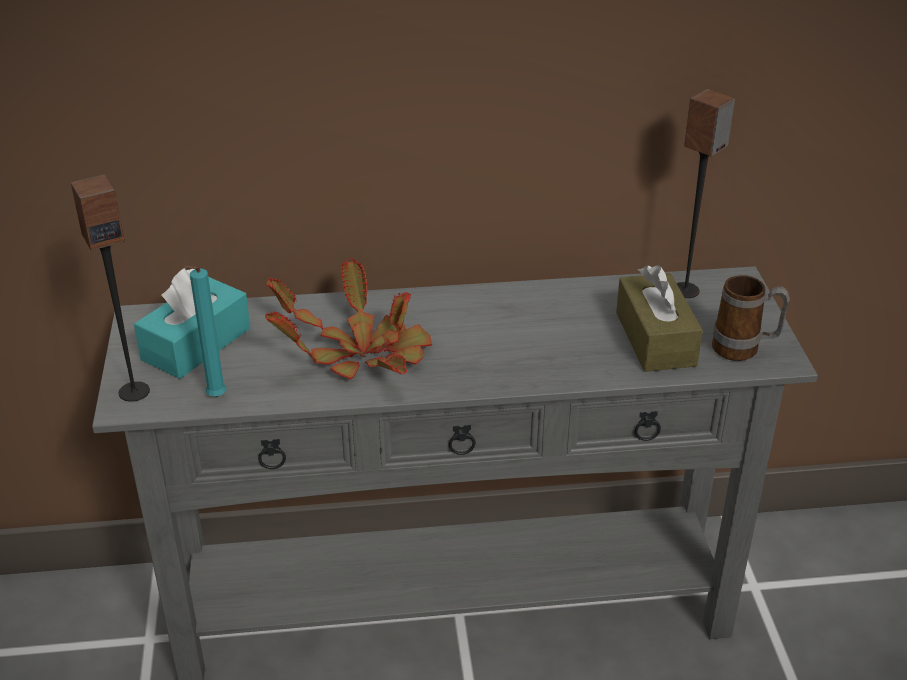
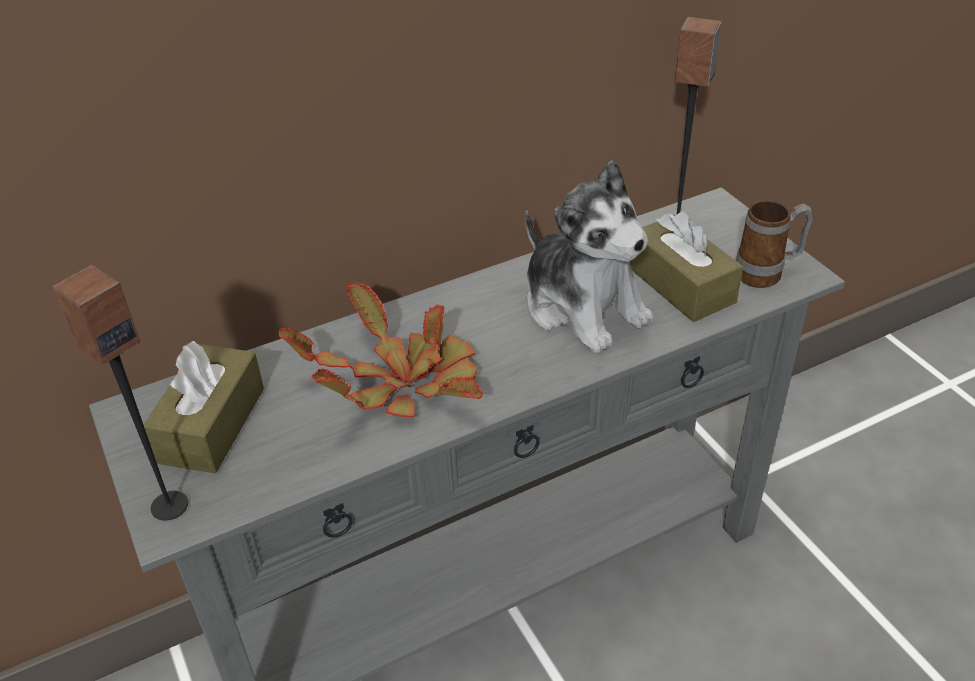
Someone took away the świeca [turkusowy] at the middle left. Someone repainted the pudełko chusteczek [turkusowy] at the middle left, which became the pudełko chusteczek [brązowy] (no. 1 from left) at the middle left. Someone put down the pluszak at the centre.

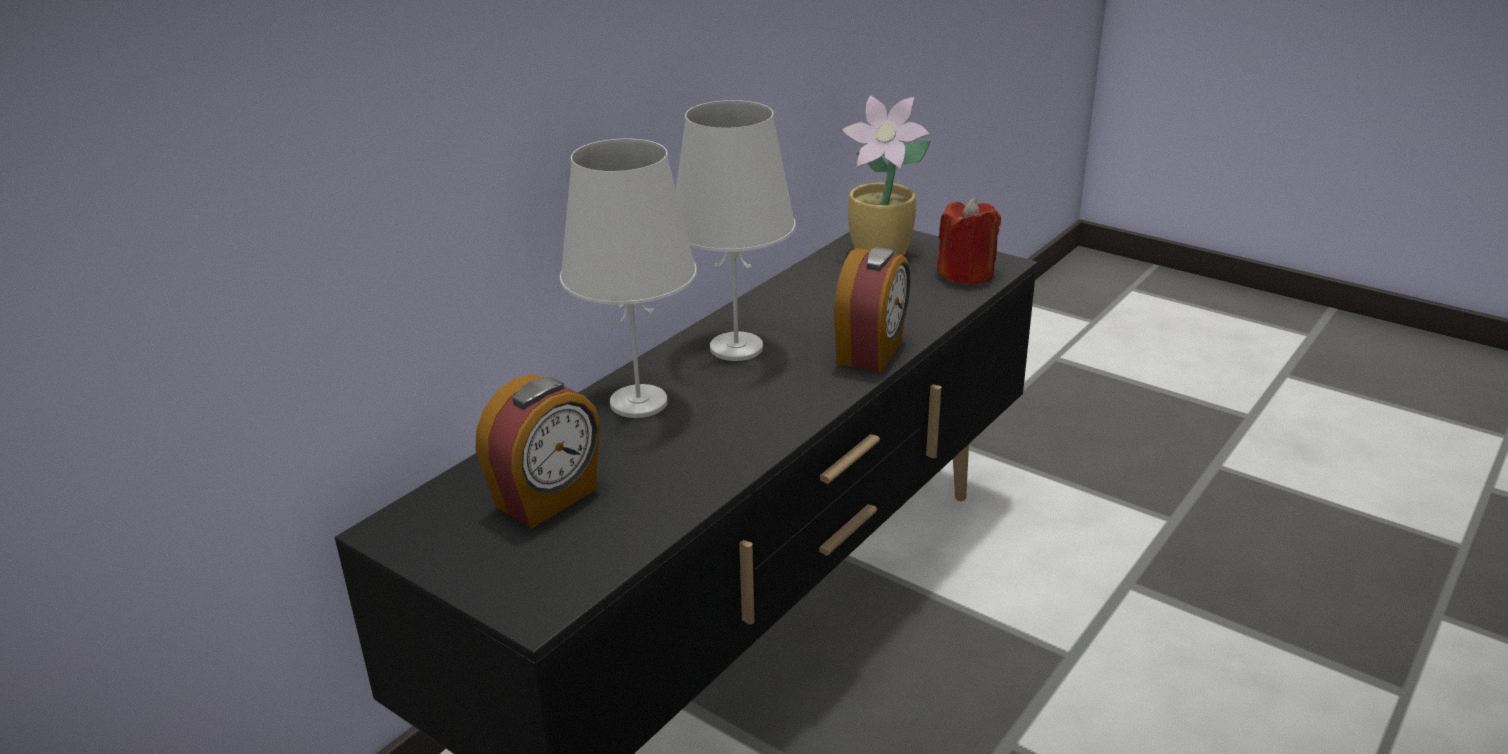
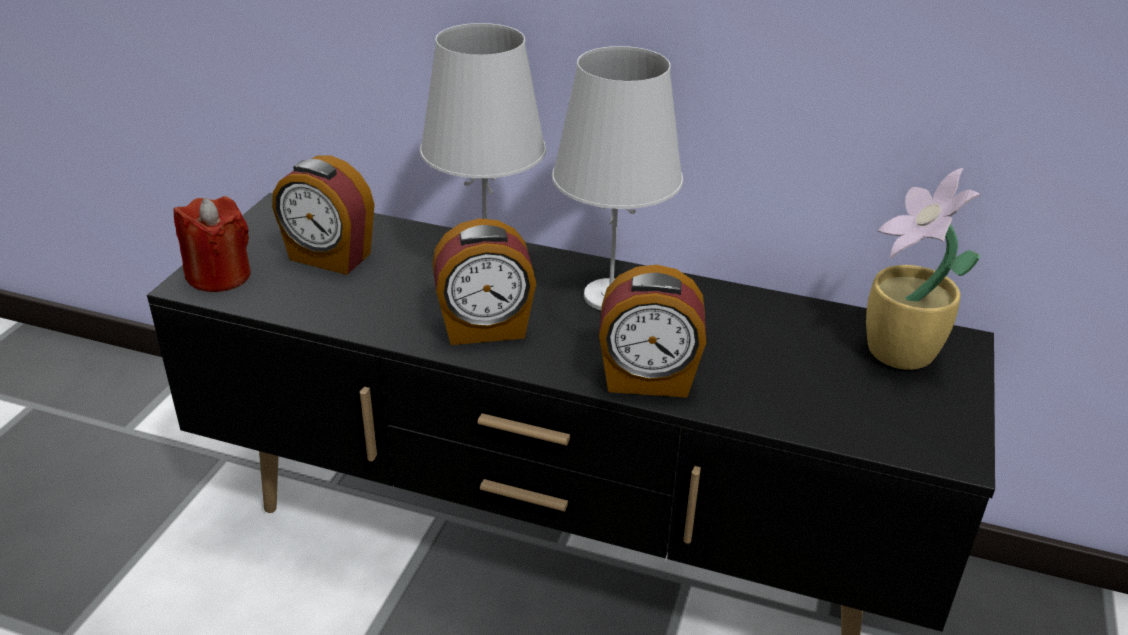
Someone carried the świeca [czerwony] from the top centre to the middle left. Someone put down the budzik (no. 2 from left) at the centre.

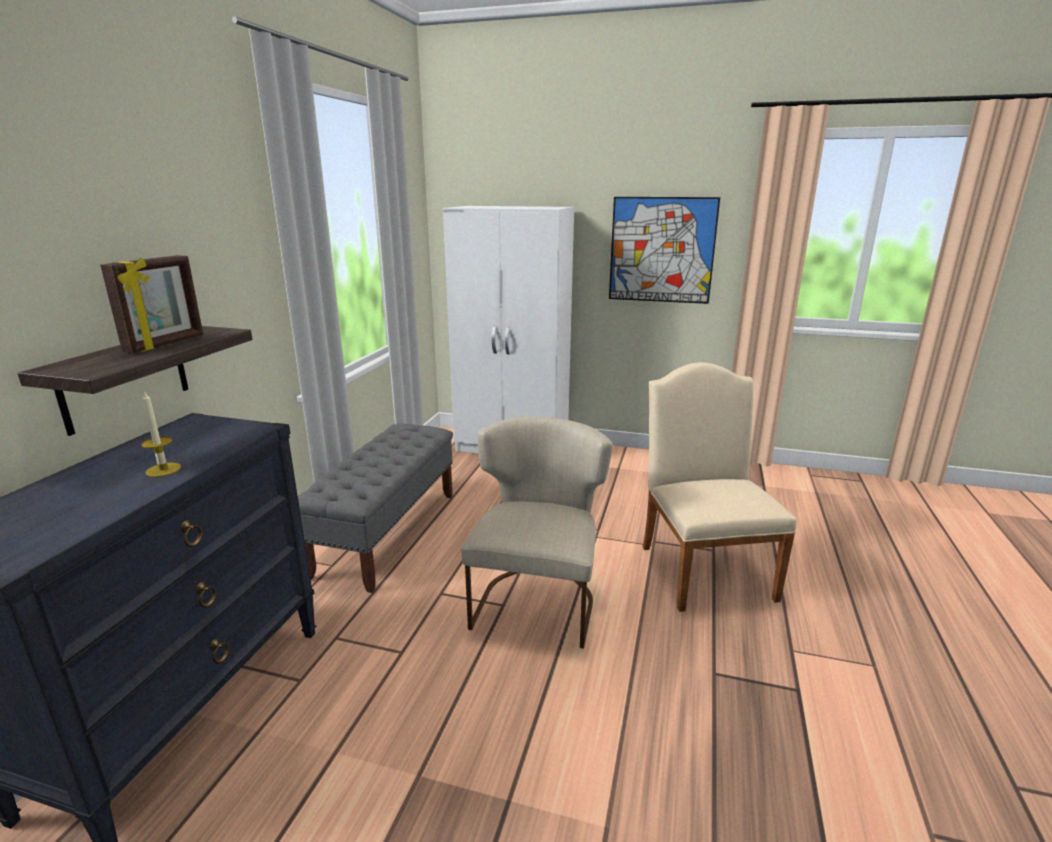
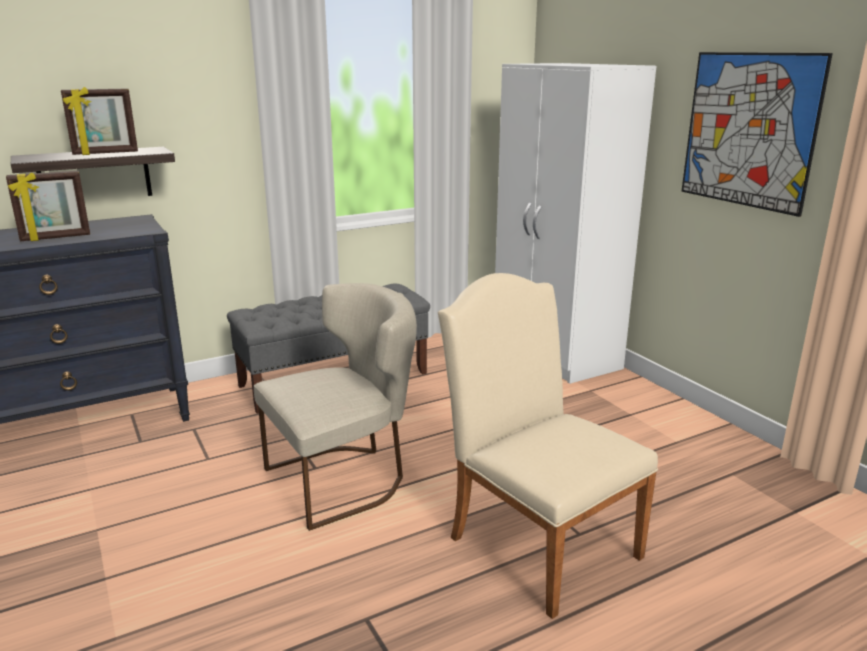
Someone rotated the krzesło [beżowy] (no. 2 from left) at the middle right by 75 degrees counterclockwise. Someone swapped the świeca at the middle left for the ramka na zdjęcie (no. 1 from left) at the top left.

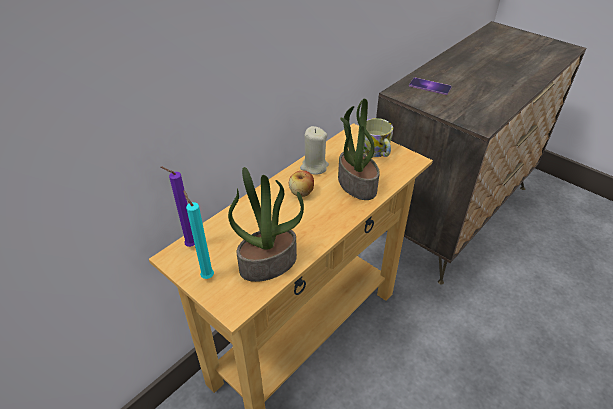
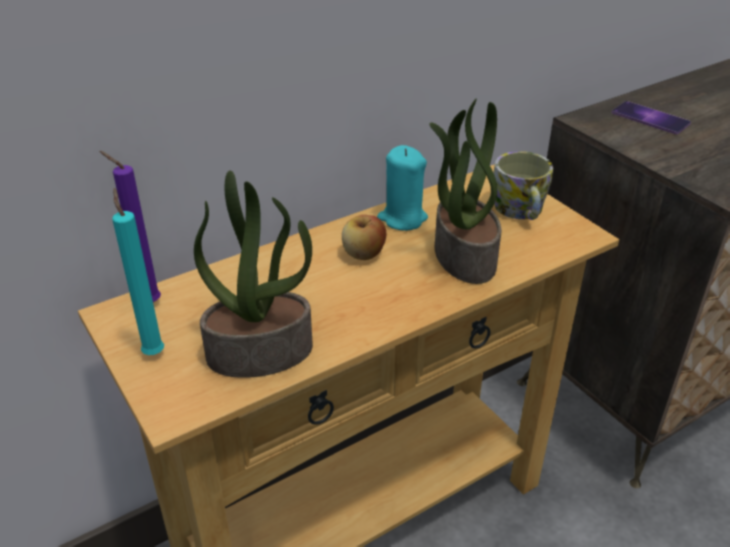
Someone repainted the świeca [beżowy] at the centre, which became the świeca [turkusowy] (no. 2 from left) at the centre.

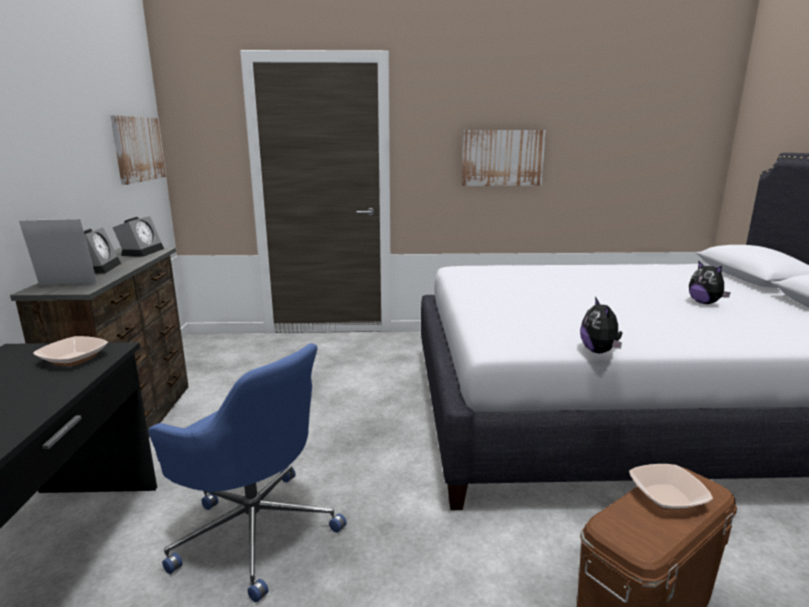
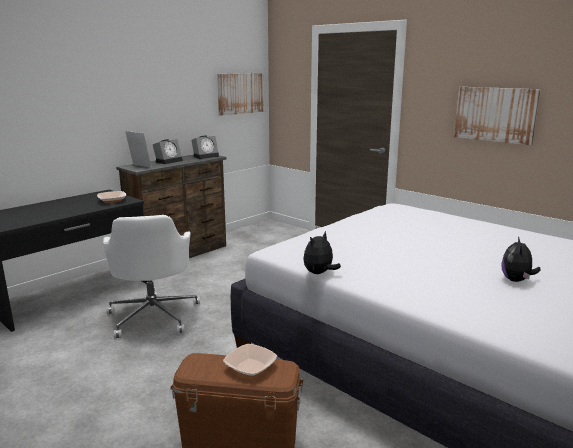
Someone repainted the krzesło biurowe [niebieski] at the bottom left, which became the krzesło biurowe [biały] at the middle left.

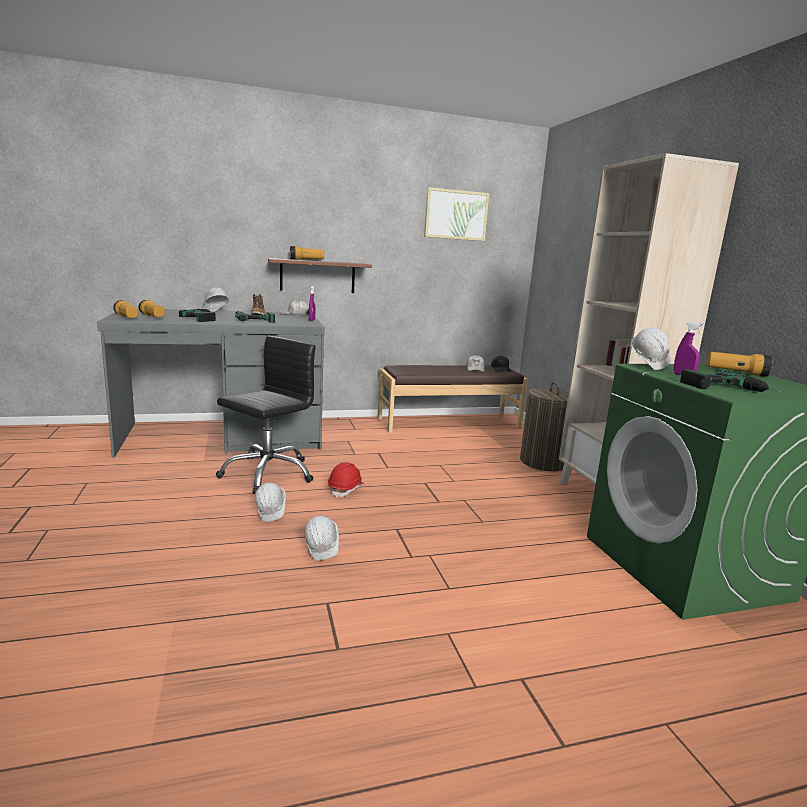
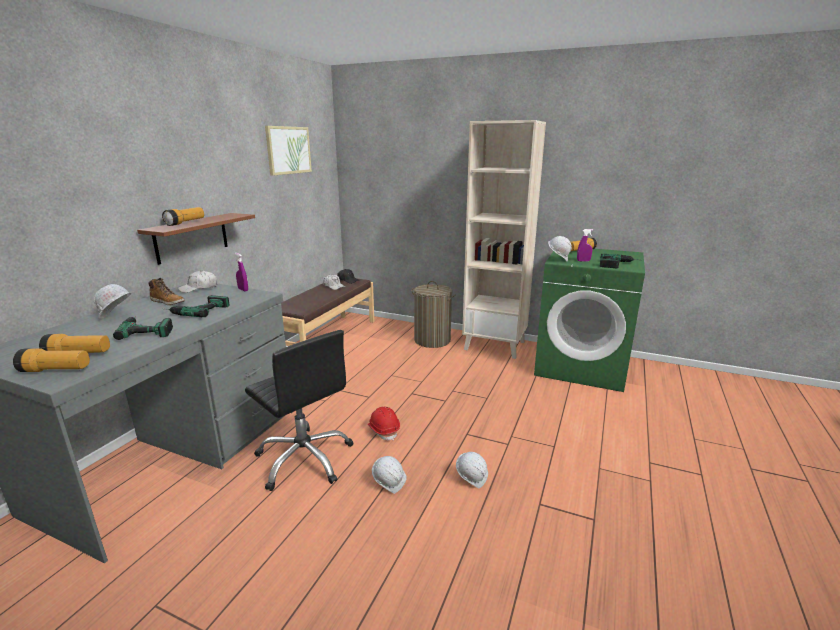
Someone rotated the krzesło biurowe [czarny] at the middle left by 150 degrees clockwise.

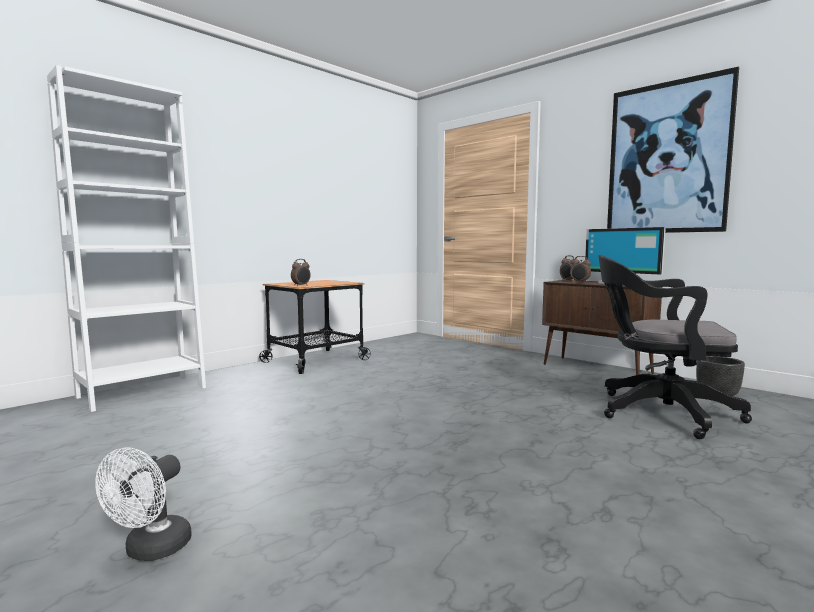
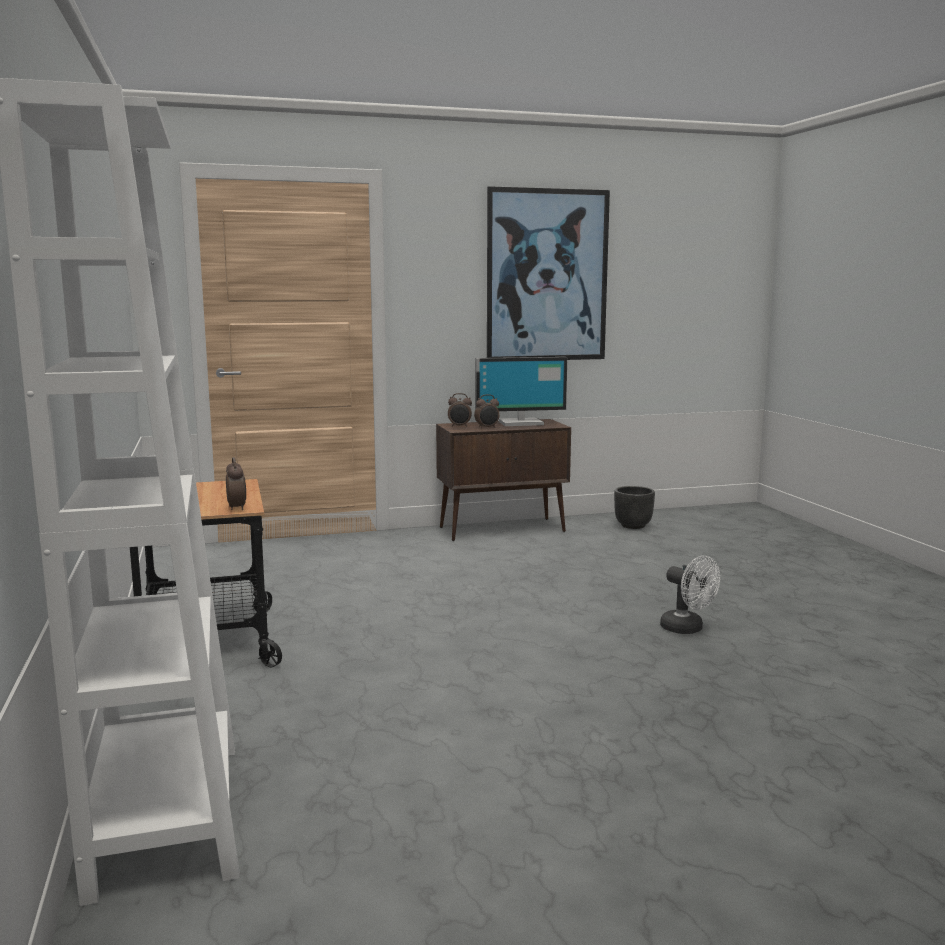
Someone took away the krzesło biurowe [czarny] at the middle right. Someone carried the wentylator [biały] from the bottom left to the middle right.

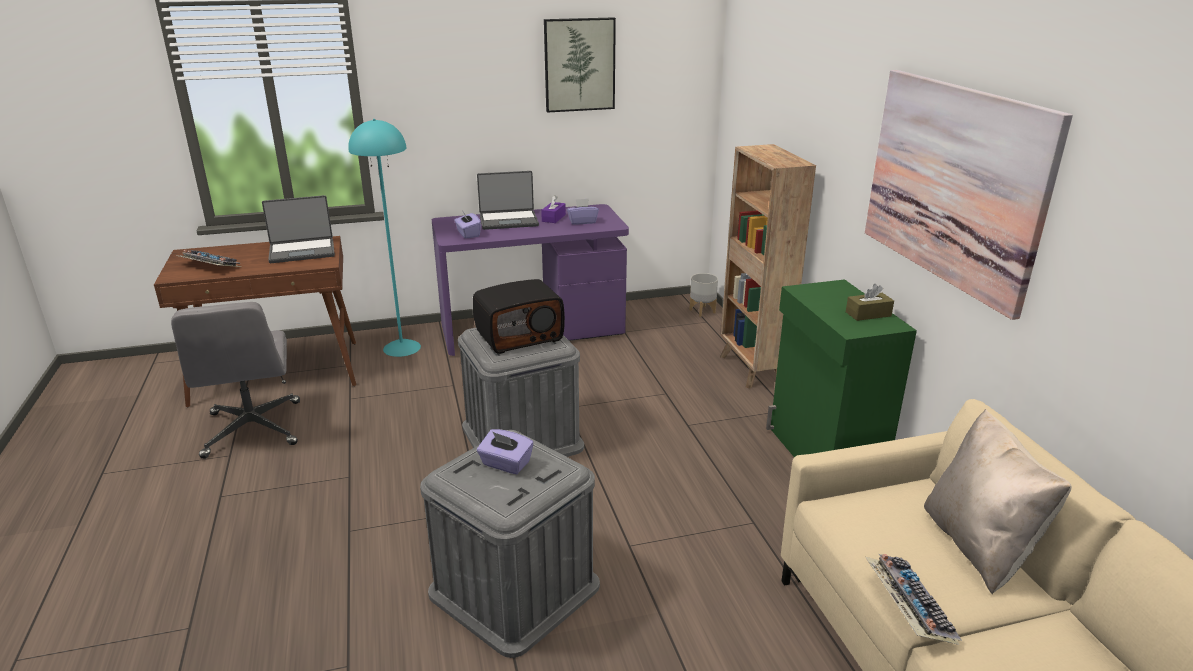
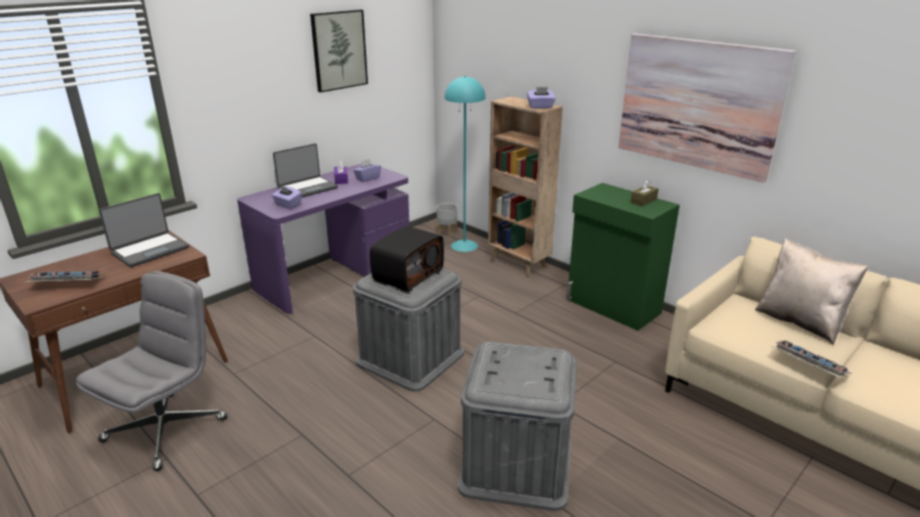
Someone carried the lampa stojąca [turkusowy] from the middle left to the top centre. Someone rotated the krzesło biurowe [szary] at the middle left by 105 degrees counterclockwise. Someone carried the pudełko chusteczek [fioletowy] (no. 2 from left in the first image) from the bottom centre to the top centre.

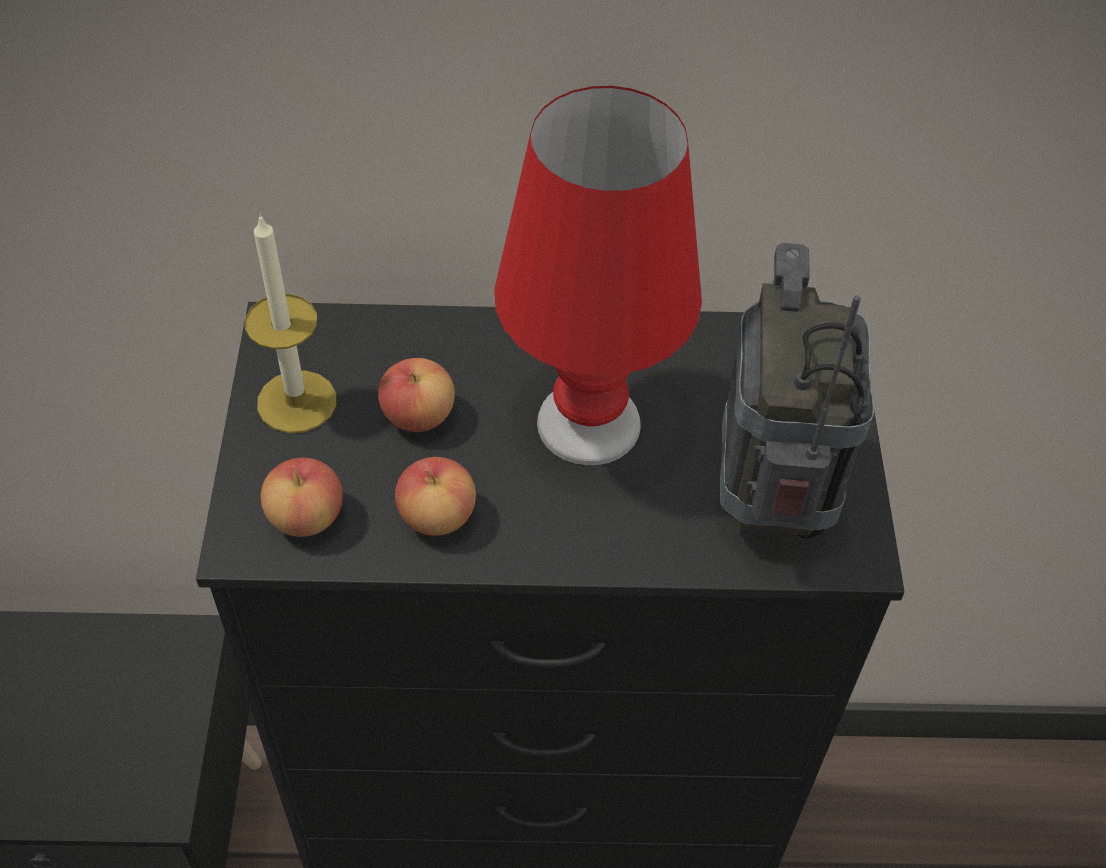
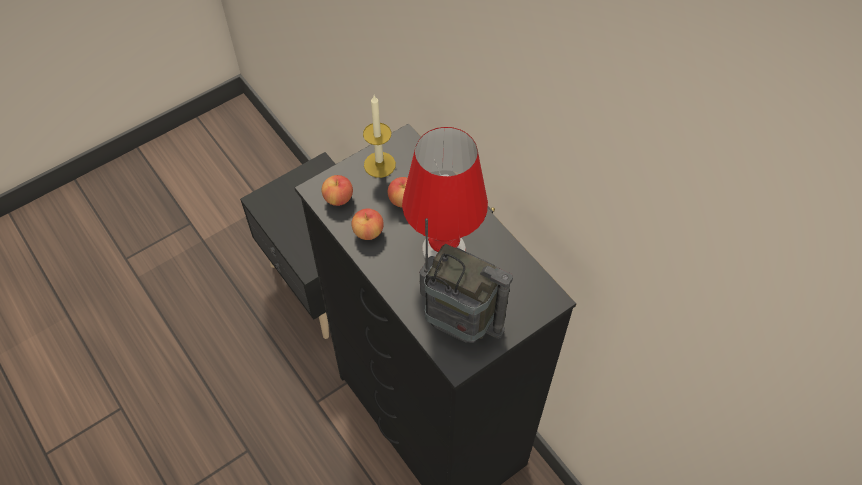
Someone rotated the radio at the middle right by 60 degrees clockwise.

